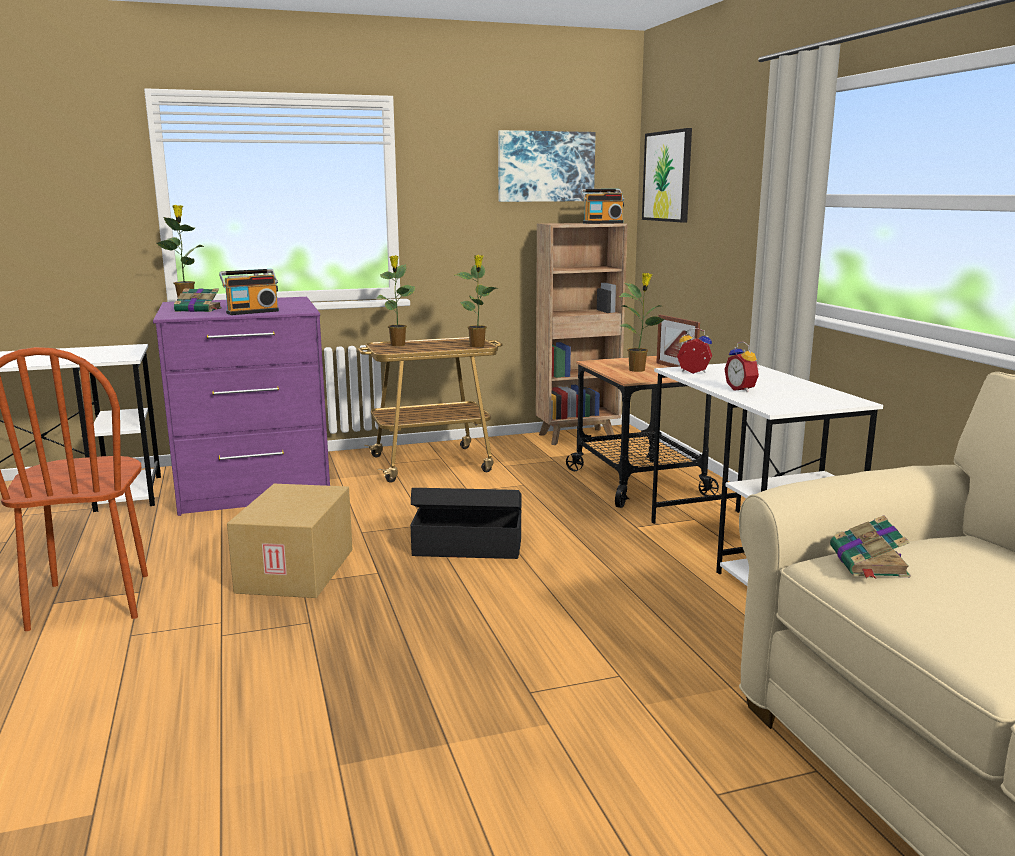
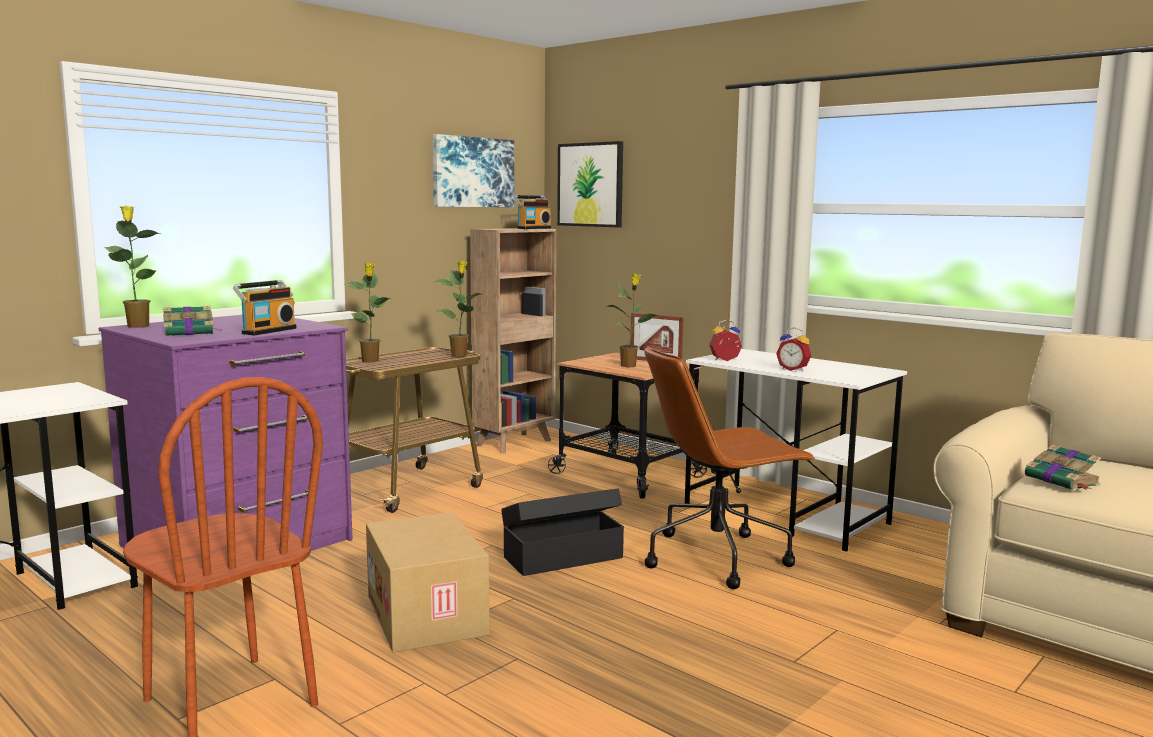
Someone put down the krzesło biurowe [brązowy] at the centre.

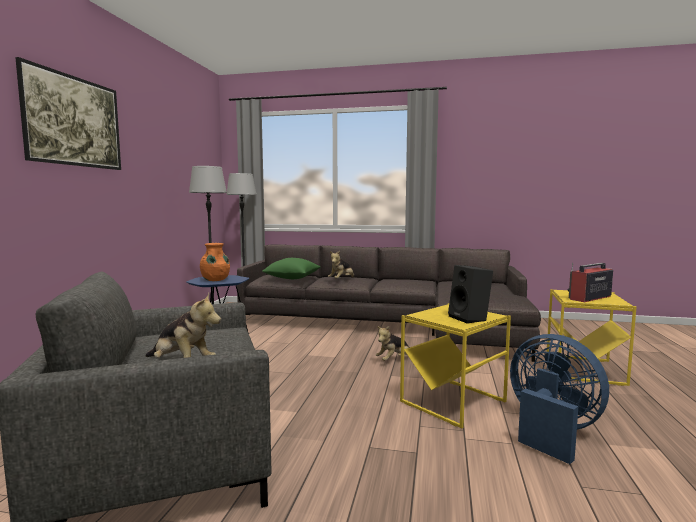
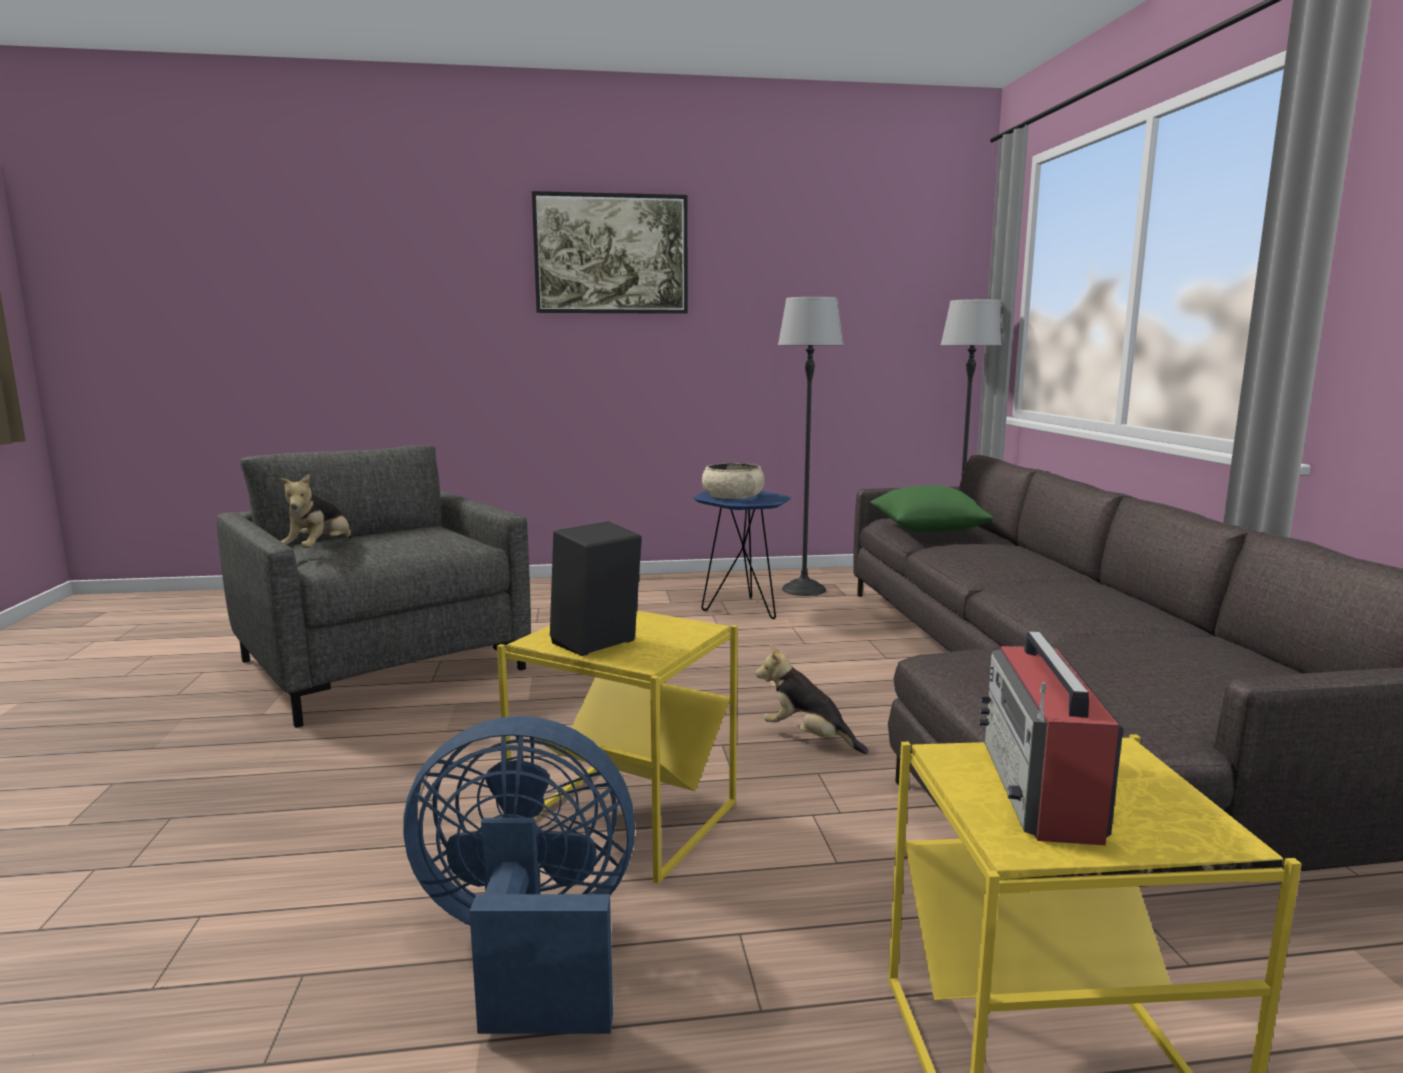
Someone swapped the wazon [pomarańczowy] at the middle left for the miska [beżowy] at the centre. Someone took away the pluszak (no. 2 from left) at the centre. Someone rotated the radio at the middle right by 120 degrees counterclockwise. Someone rotated the wentylator [niebieski] at the bottom right by 120 degrees counterclockwise.

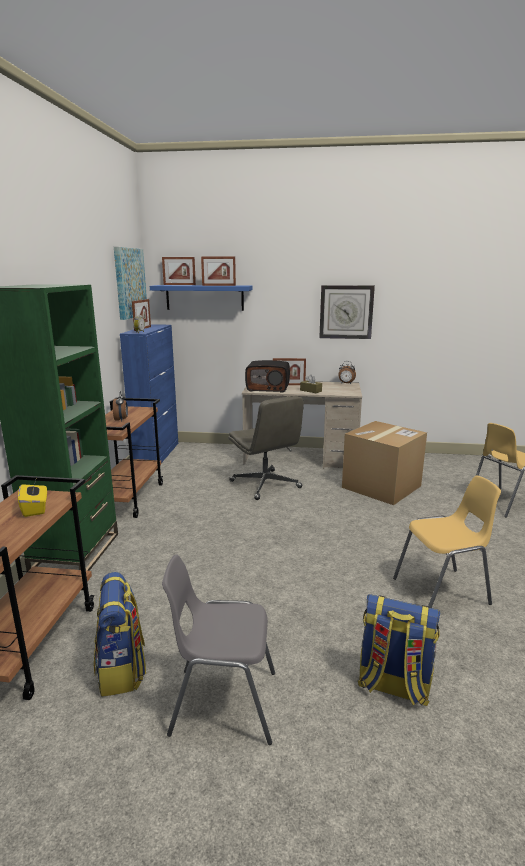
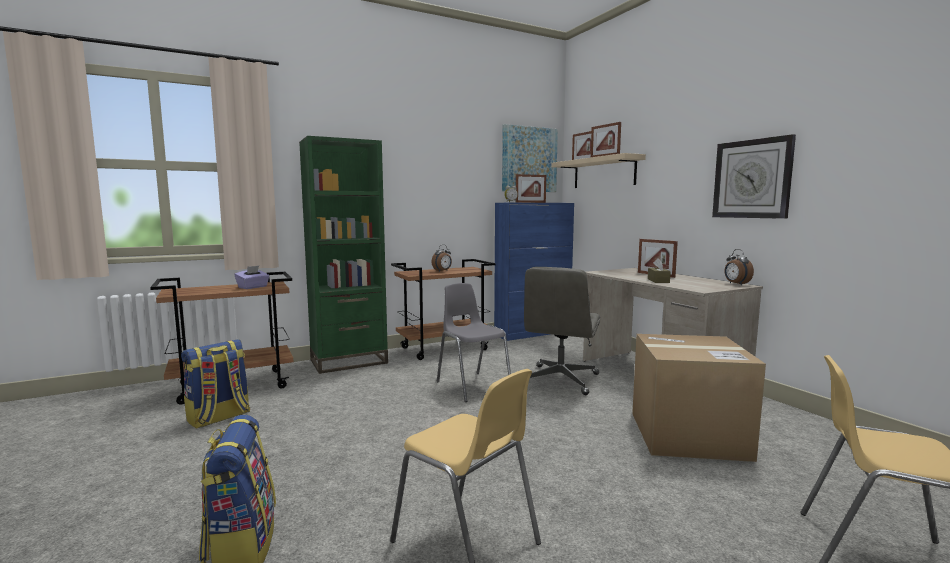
Someone repainted the półka [niebieski] at the centre, which became the półka [beżowy] at the top centre. Someone took away the radio at the centre. Someone repainted the pudełko chusteczek [żółty] at the middle left, which became the pudełko chusteczek [fioletowy] at the middle left. Someone carried the krzesło [szary] from the bottom centre to the centre.

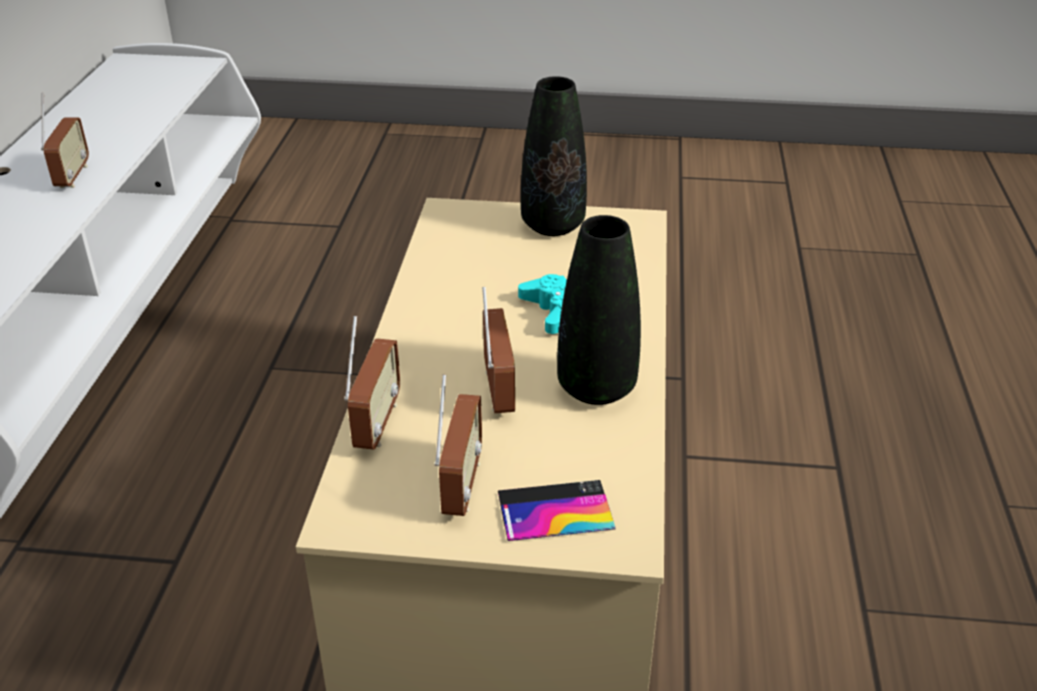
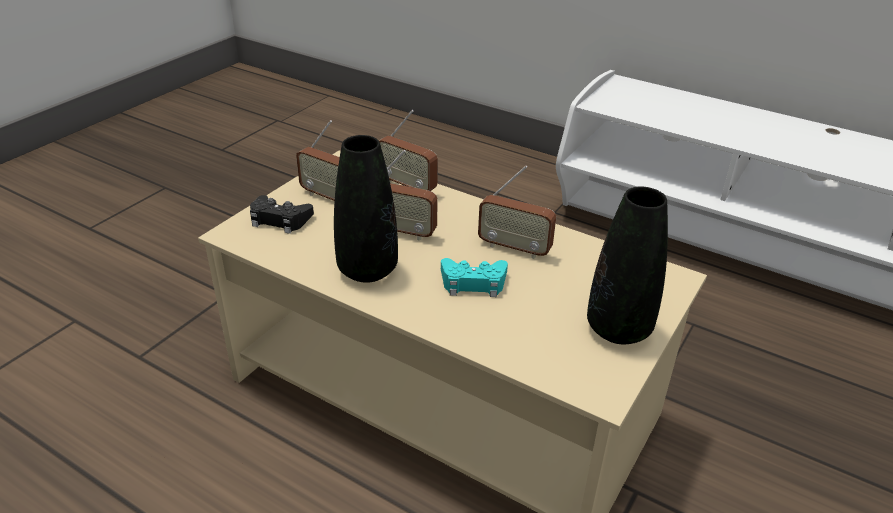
Someone carried the radio (no. 1 from left in the first image) from the top left to the centre. Someone swapped the telefon at the bottom centre for the pad do gier [czarny] at the middle left.

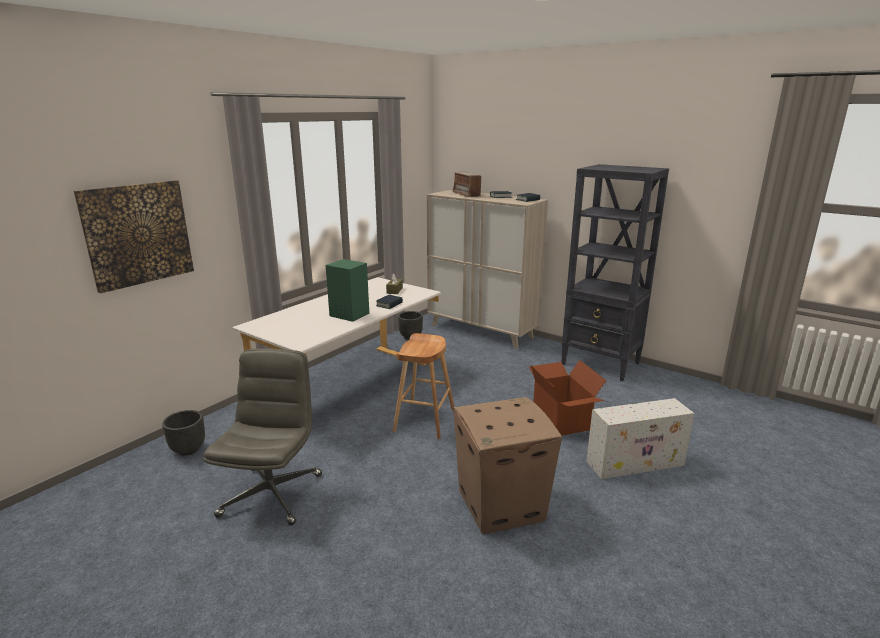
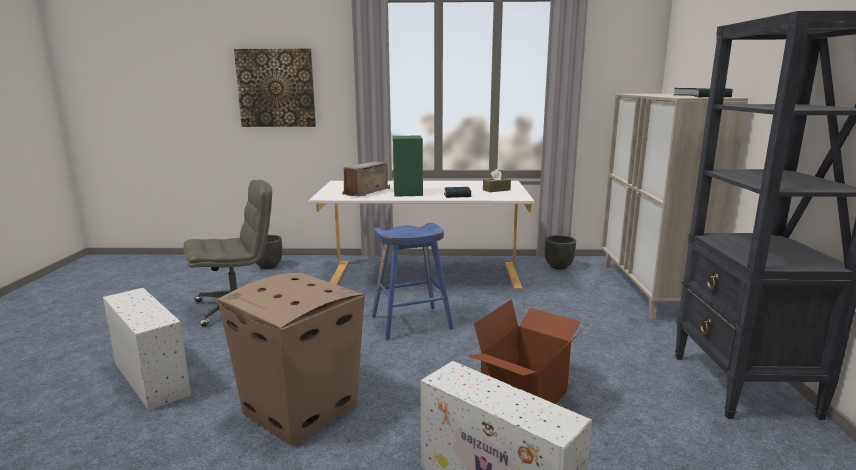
Someone carried the radio from the top centre to the centre. Someone repainted the stołek [brązowy] at the centre, which became the stołek [niebieski] at the centre. Someone put down the pojemnik do przechowywania [biały] (no. 1 from left) at the bottom left.

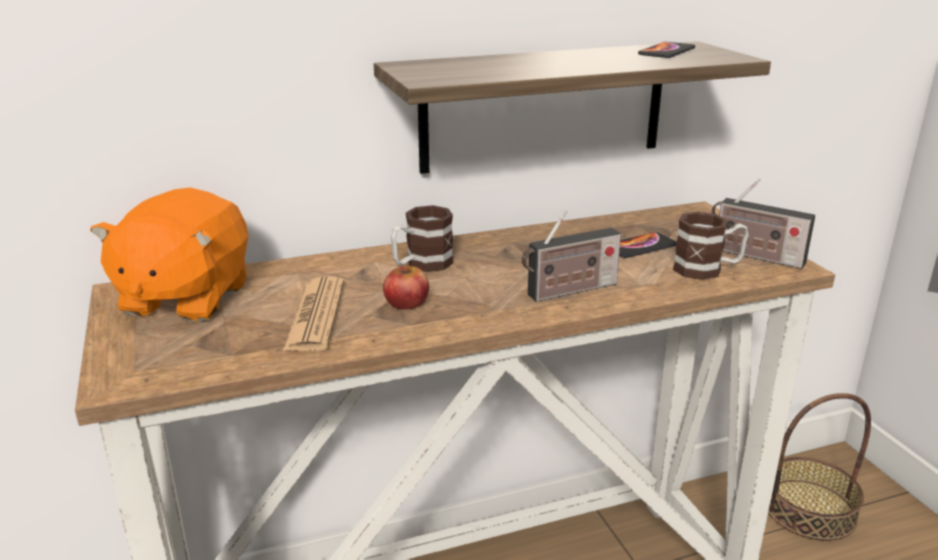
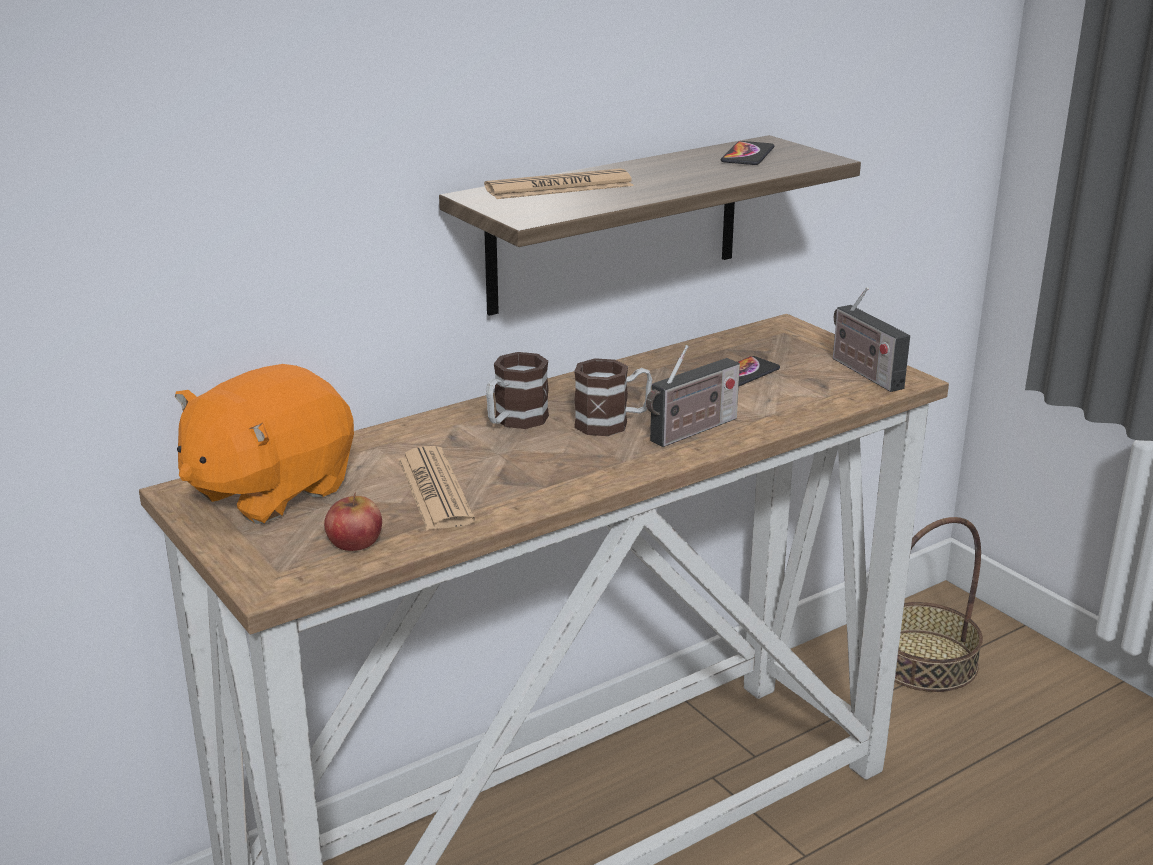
Someone rotated the radio (no. 2 from left) at the middle right by 45 degrees clockwise. Someone rotated the pluszak [pomarańczowy] at the middle left by 45 degrees clockwise. Someone carried the kubek (no. 2 from left) from the middle right to the centre. Someone carried the jabłko from the centre to the middle left. Someone put down the gazeta (no. 2 from left) at the top centre.

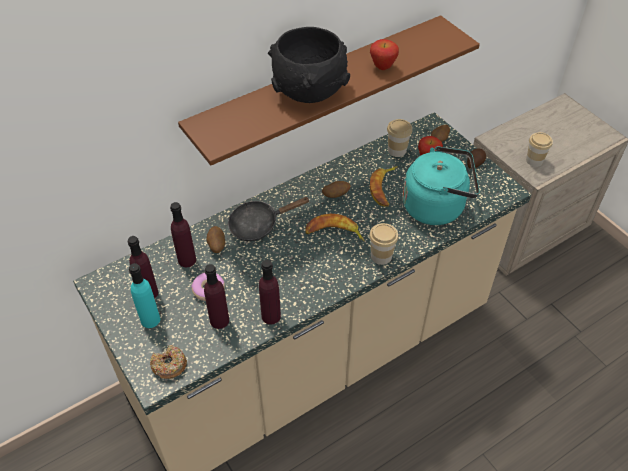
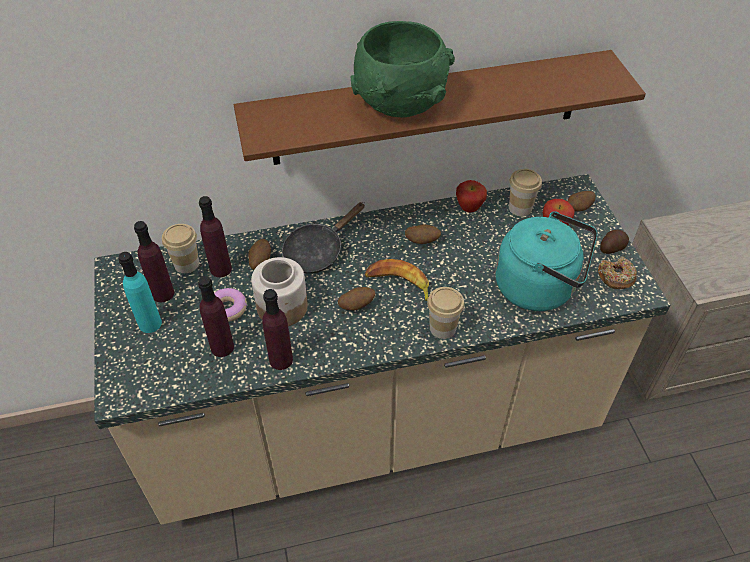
Someone repainted the miska [czarny] at the top centre, which became the miska [zielony] at the top centre. Someone carried the jabłko (no. 1 from left) from the top centre to the centre. Someone carried the filiżanka (no. 3 from left in the first image) from the top right to the middle left. Someone took away the banan (no. 2 from left) at the centre. Someone rotated the patelnia [czarny] at the centre by 45 degrees counterclockwise. Someone carried the donut (no. 1 from left in the first image) from the bottom left to the middle right. Someone put down the słoik at the centre. Someone put down the ziemniak (no. 2 from left) at the centre.

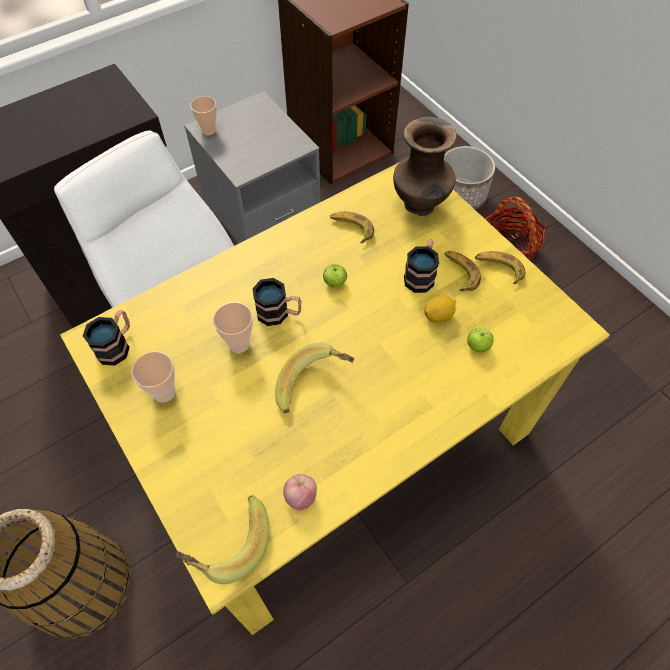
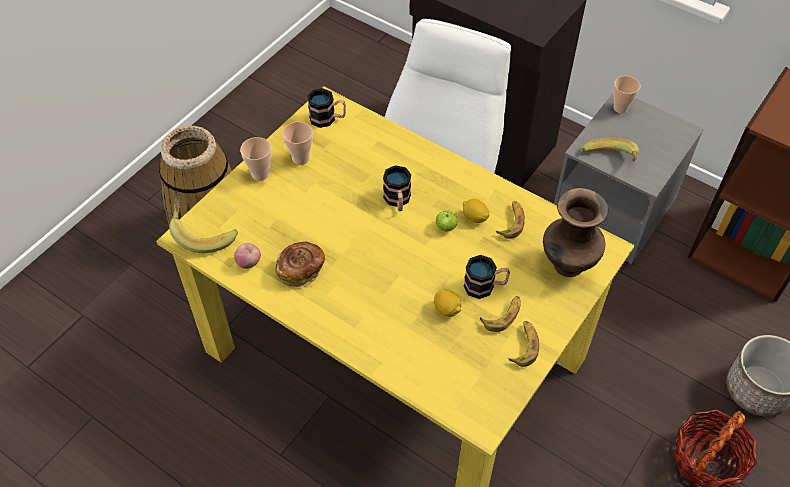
Someone carried the filiżanka (no. 3 from left in the first image) from the centre to the top left. Someone took away the jabłko (no. 3 from left) at the middle right. Someone carried the banan (no. 2 from left in the first image) from the centre to the top right. Someone put down the cytryna (no. 2 from left) at the centre. Someone put down the chleb at the centre.

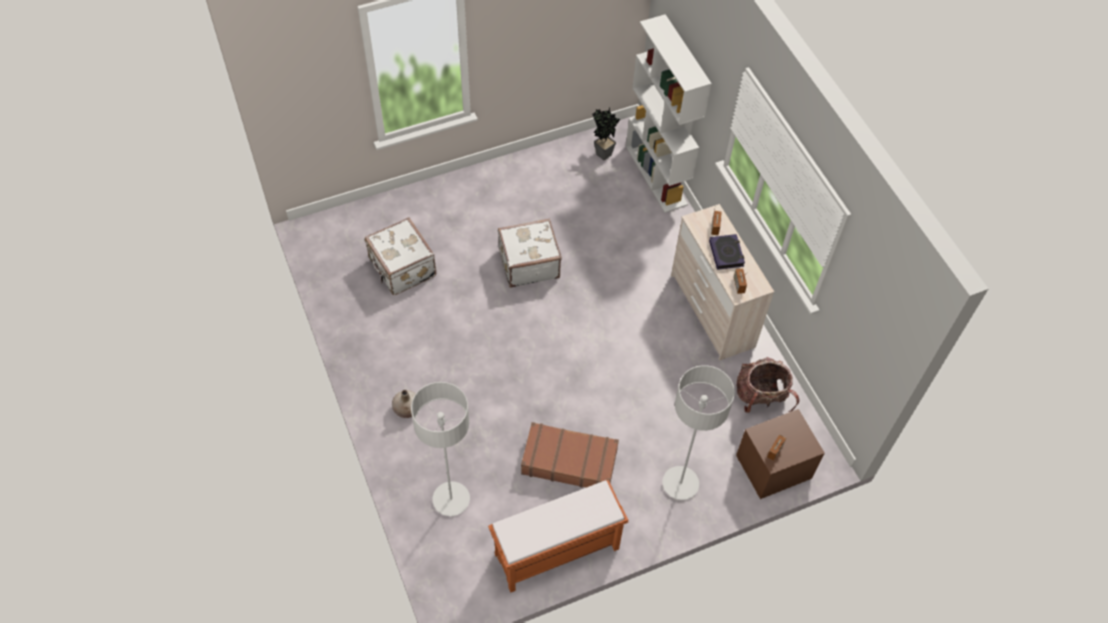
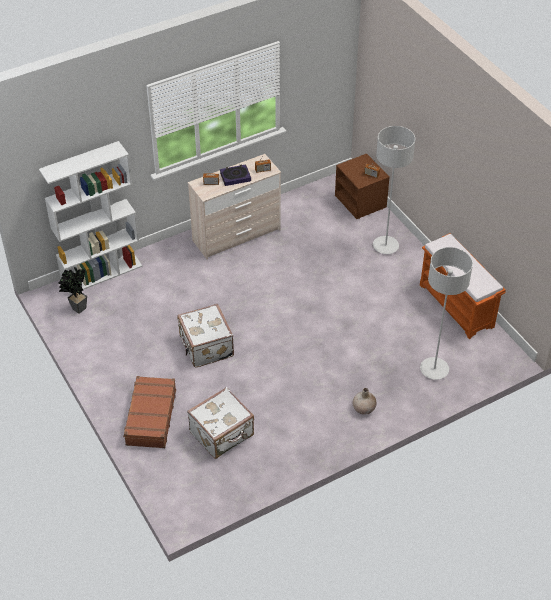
Someone took away the plecak at the middle right. Someone carried the walizka [brązowy] from the bottom centre to the bottom left.

